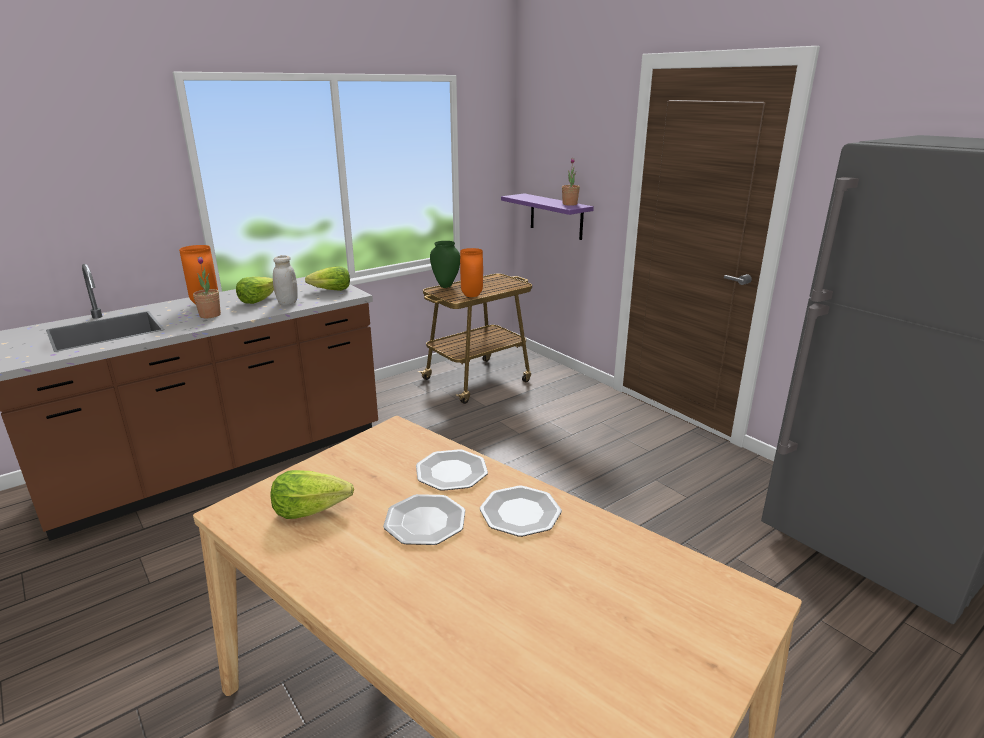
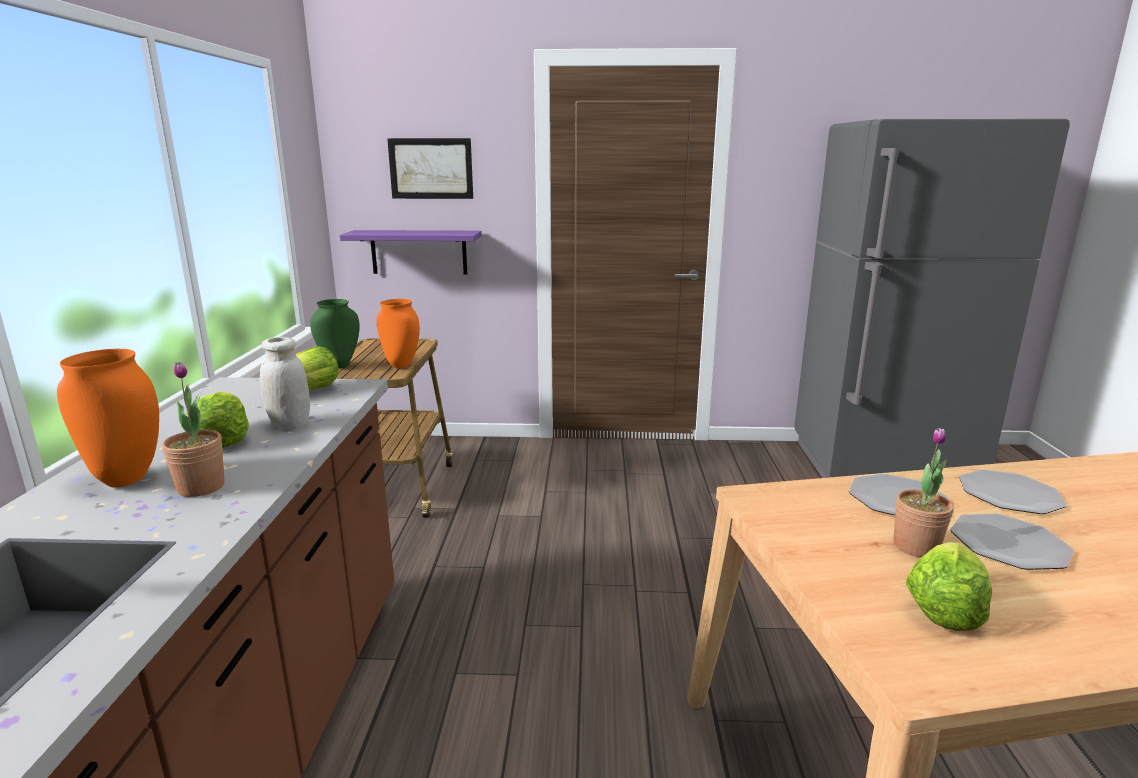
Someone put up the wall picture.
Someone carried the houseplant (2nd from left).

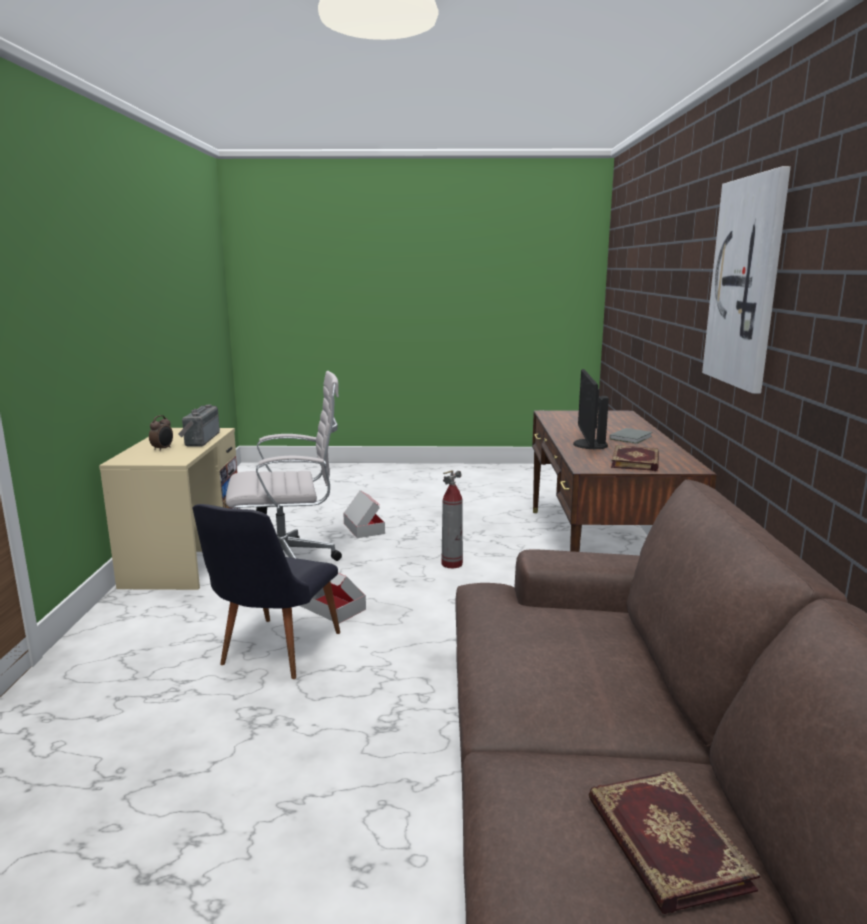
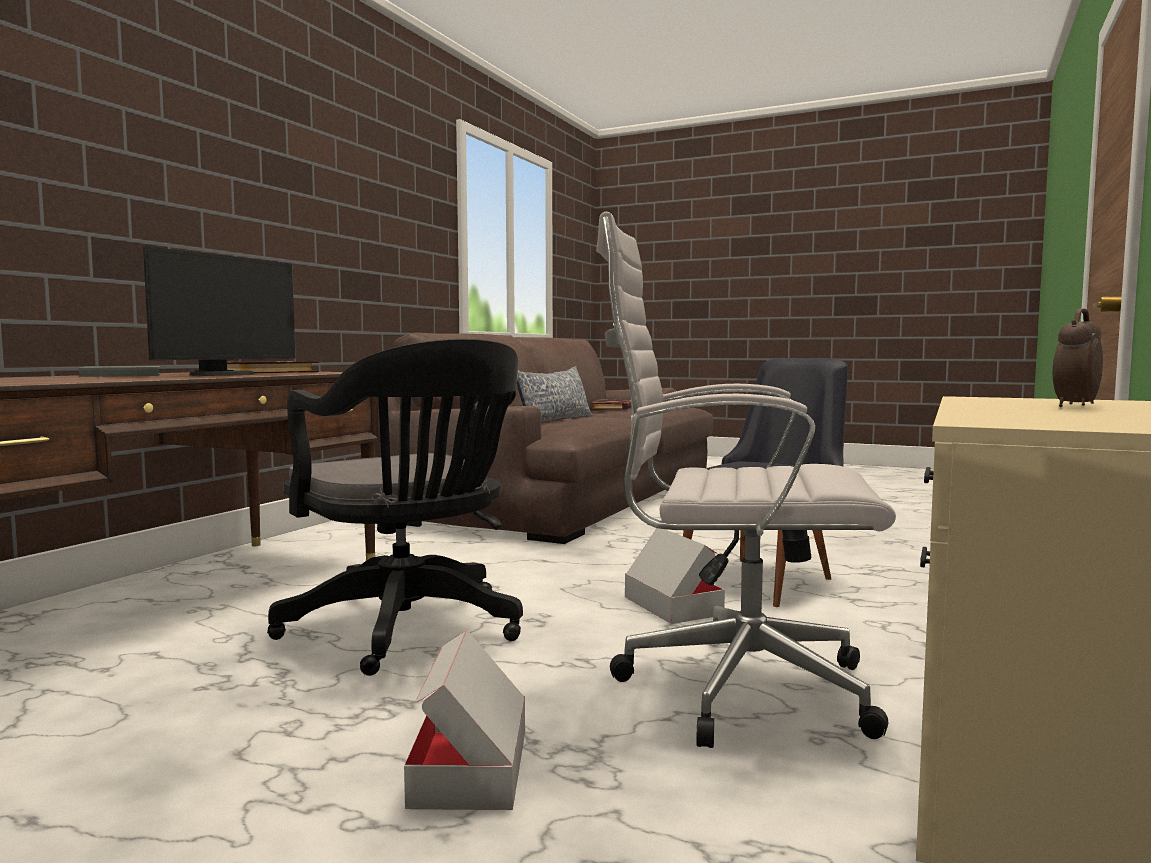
Someone swapped the fire-fighting cylinder for the black desk chair.
Someone put down the pillow.
Someone took away the radio.
Someone took away the wall picture.

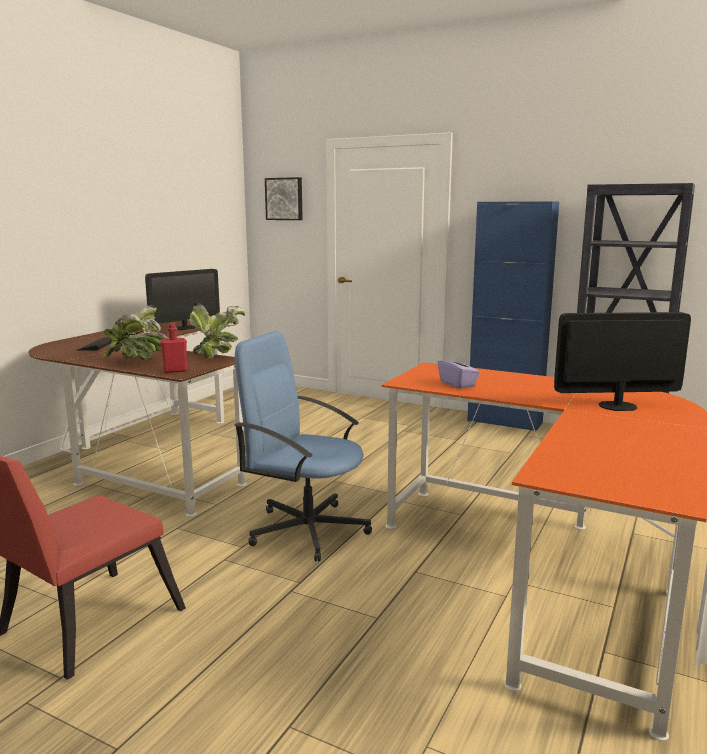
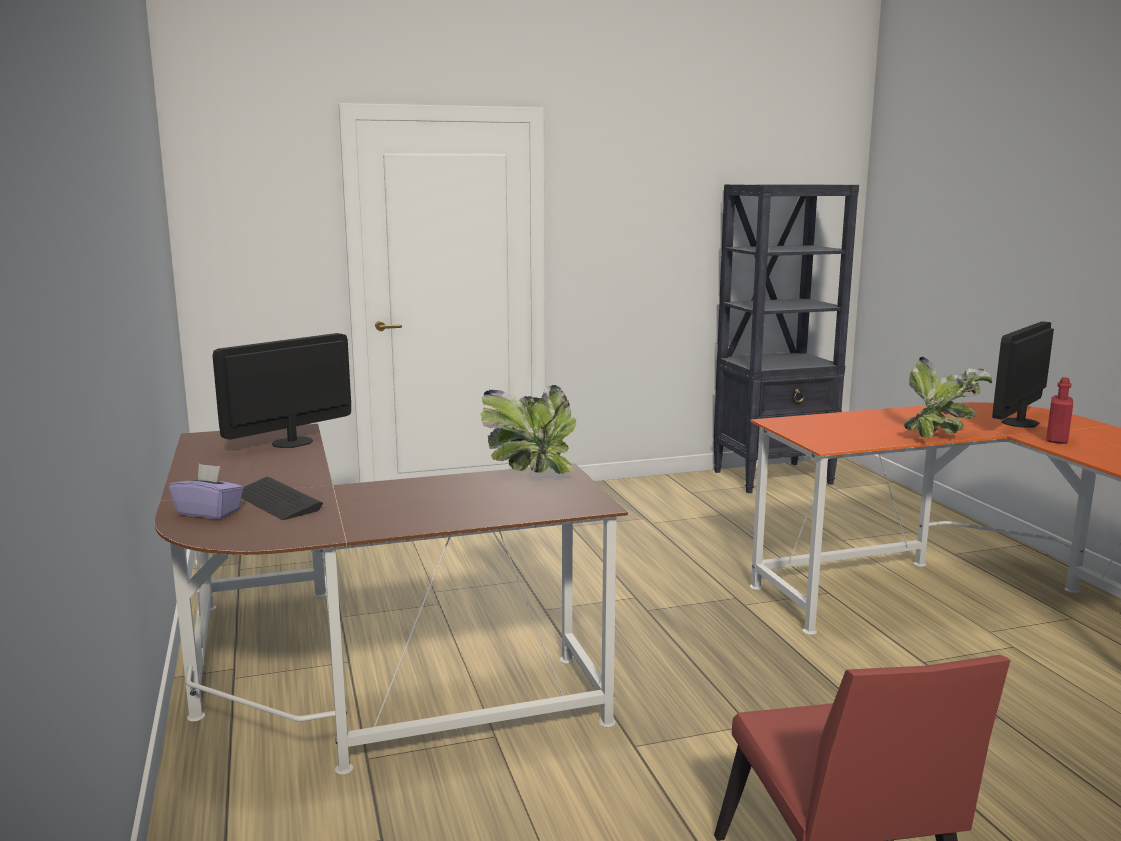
Someone carried the purplish box of tissues.
Someone rotated the computer screen (1st from left) by 135 degrees counterclockwise.
Someone carried the houseplant (1st from left in the first image).
Someone carried the red drink bottle.
Someone took away the blue desk chair.
Someone took away the wall picture.
Someone took away the blue cupboard.

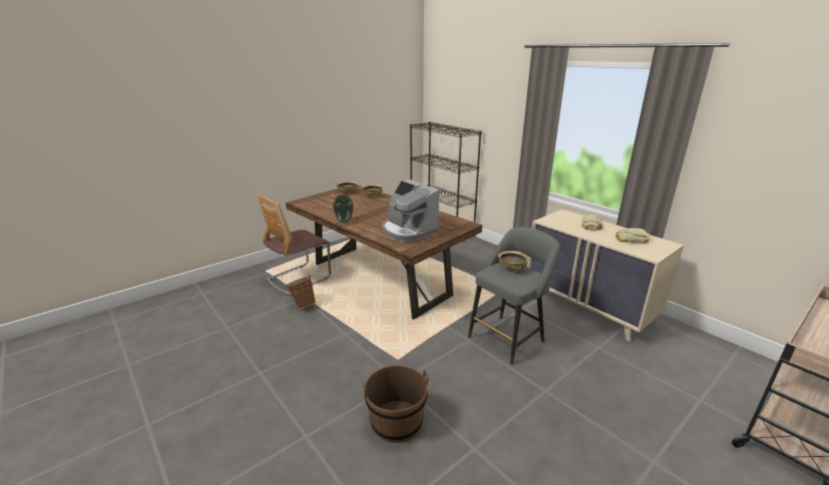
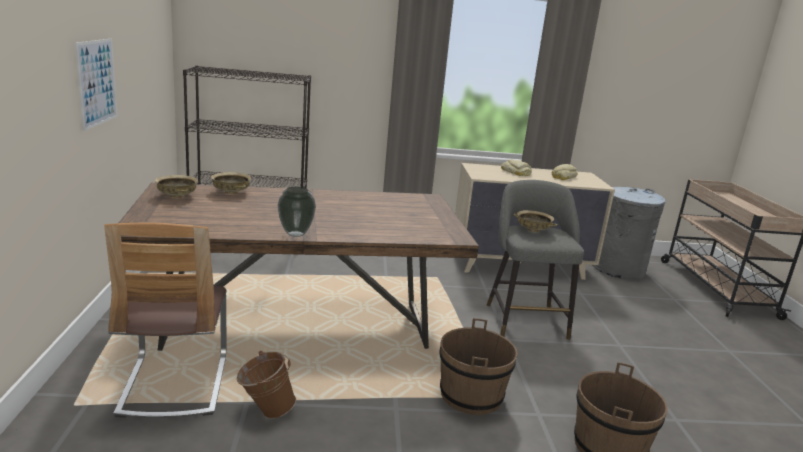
Someone put up the wall picture.
Someone put down the brownish water bucket (2nd from left).
Someone put down the grey trash can.
Someone took away the coffee maker.

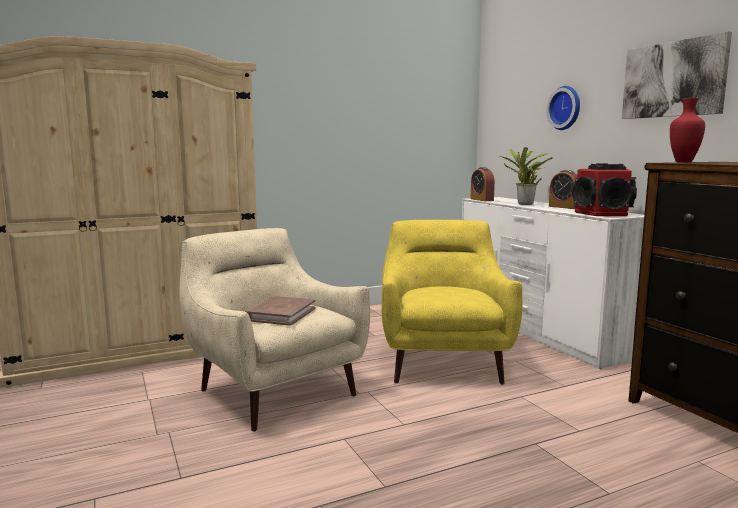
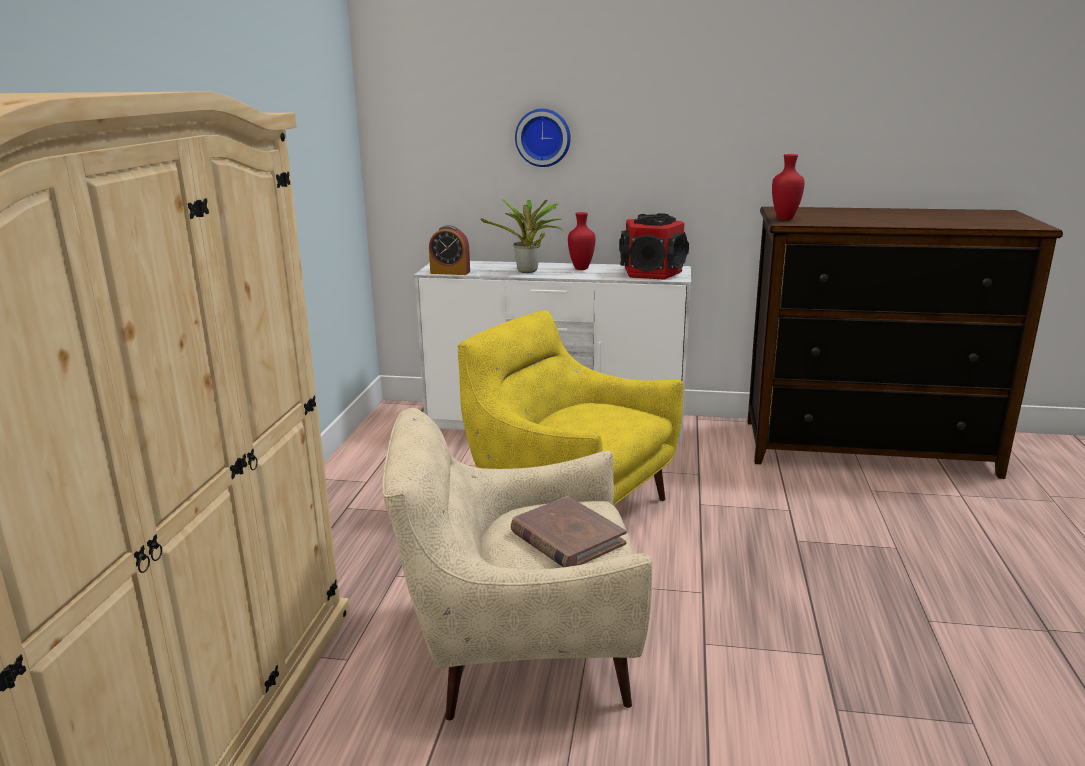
Someone swapped the bedside clock (2nd from left) for the red decorative vase (1st from left).
Someone took away the wall picture.

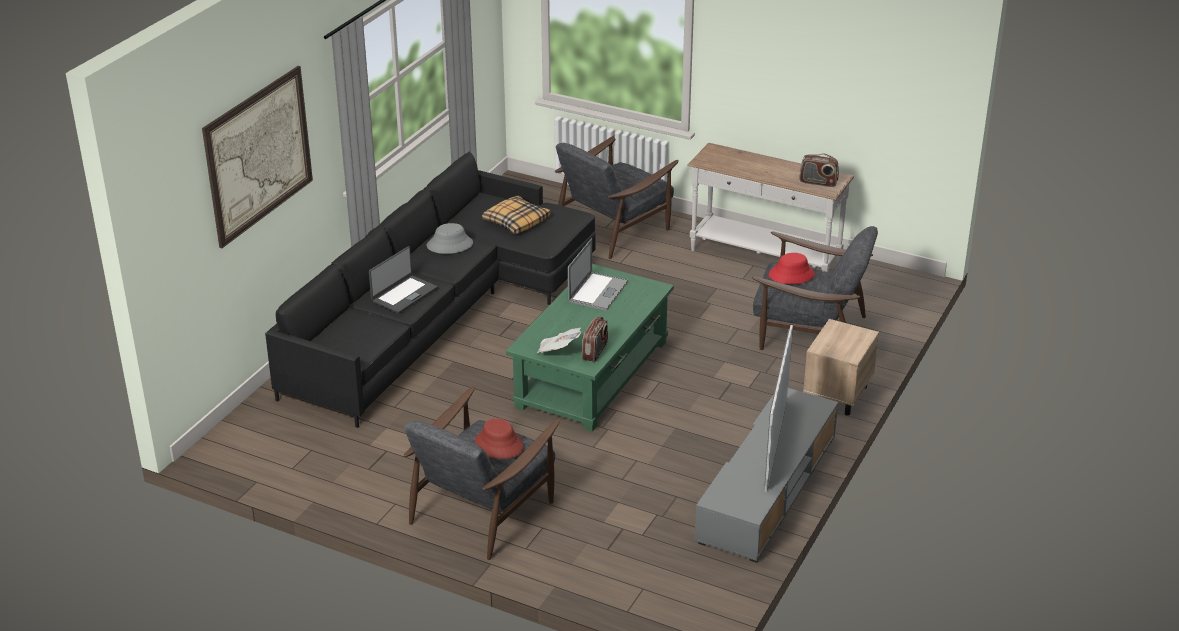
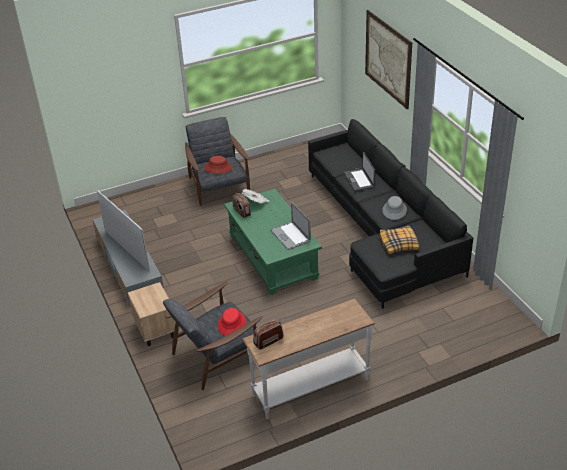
Someone took away the grey lounge chair (2nd from left).

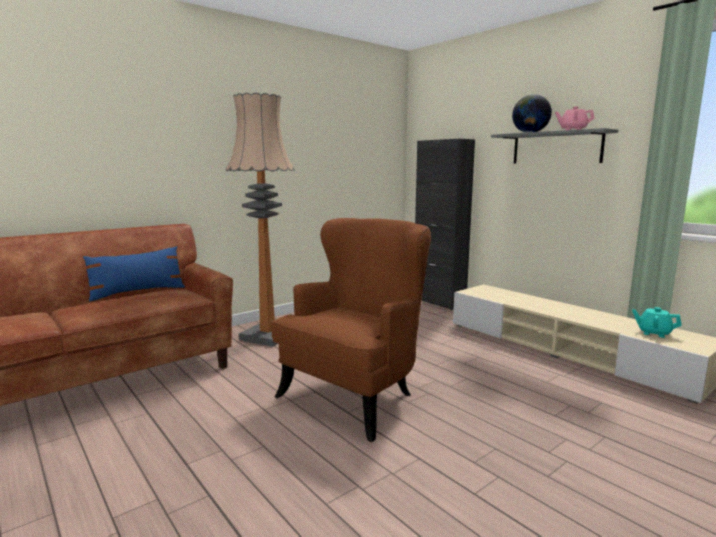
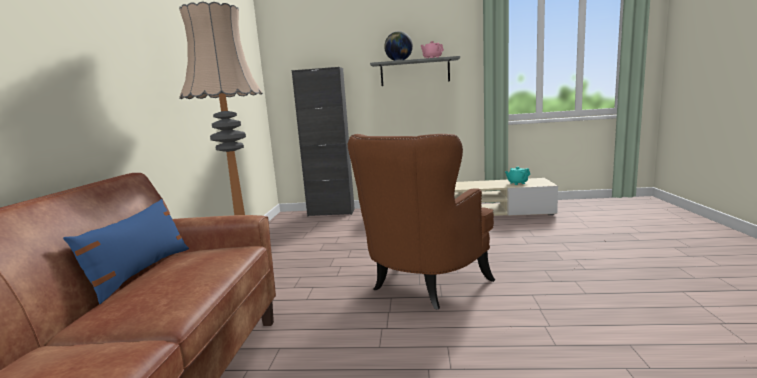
Someone rotated the brownish lounge chair by 135 degrees counterclockwise.

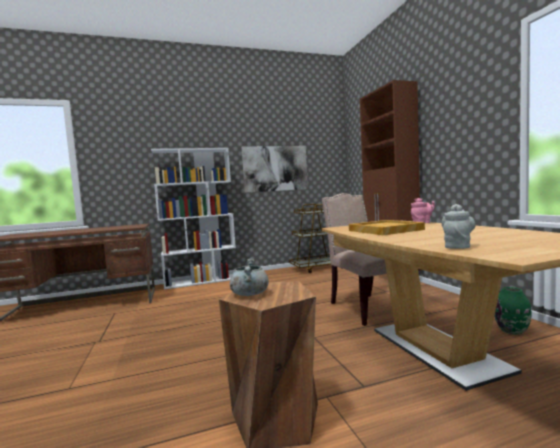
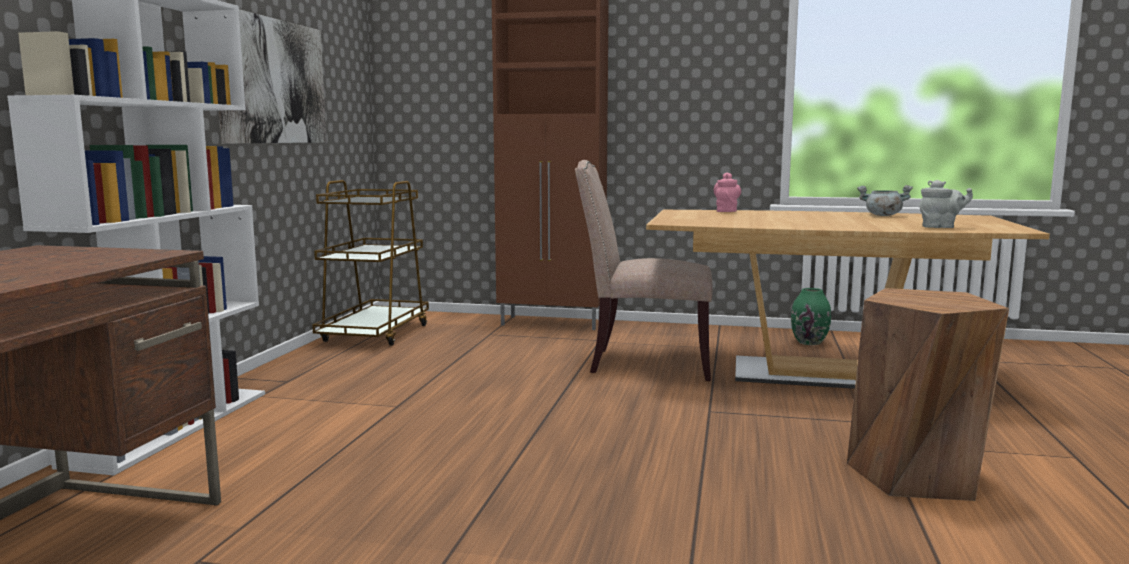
Someone carried the grey cooking pot.
Someone rotated the grey tea pot by 120 degrees clockwise.
Someone took away the beige-coloured serving tray.

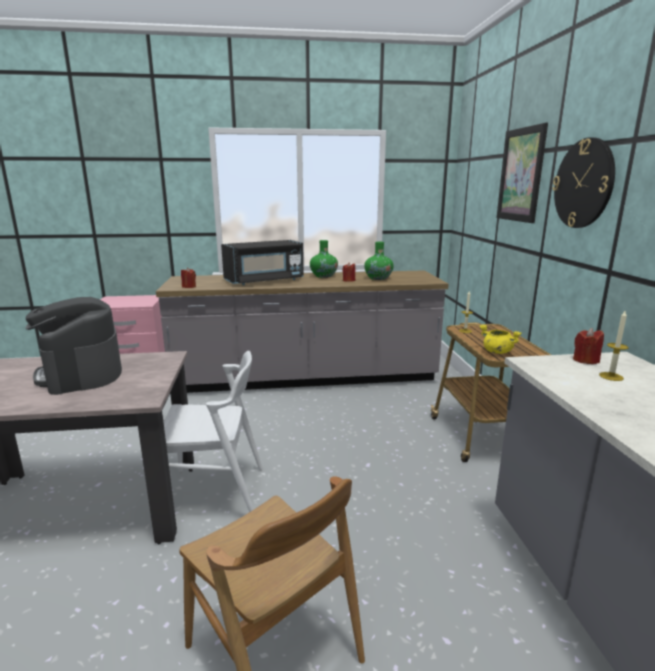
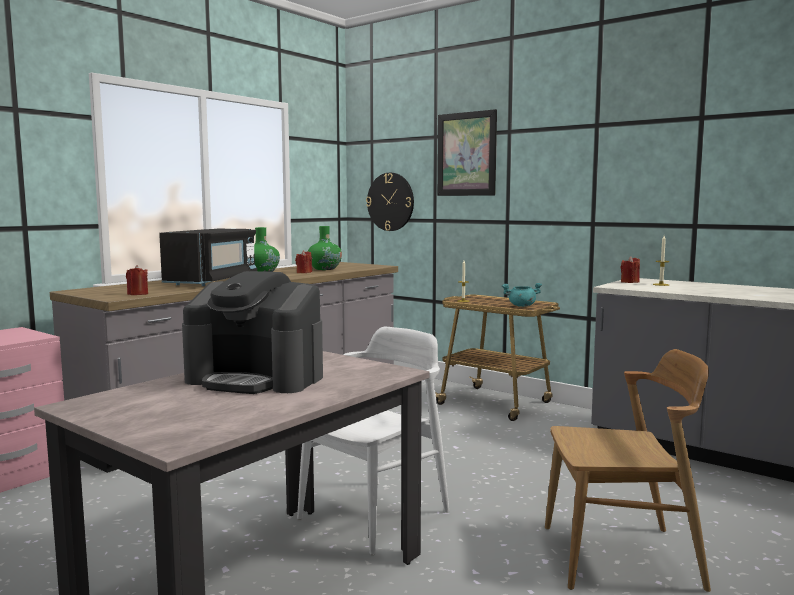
Someone carried the wall clock.
Someone repainted the yellow cooking pot, which became the turquoise-coloured cooking pot.

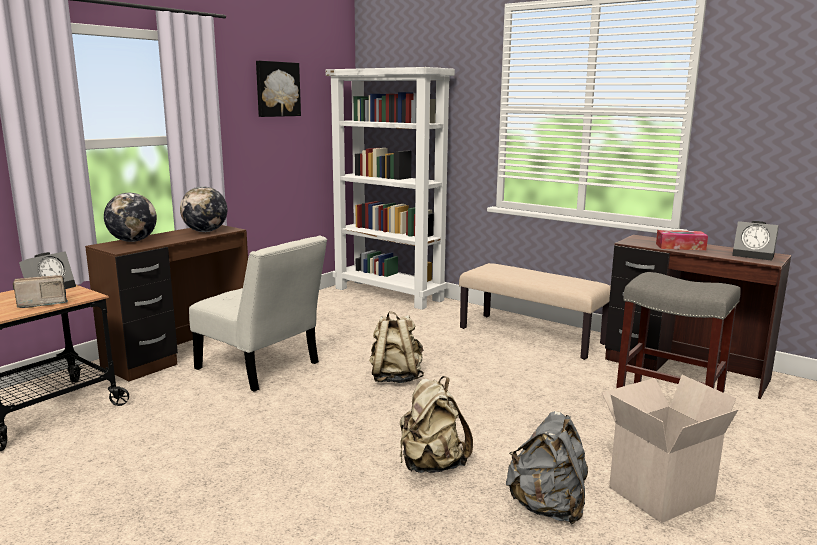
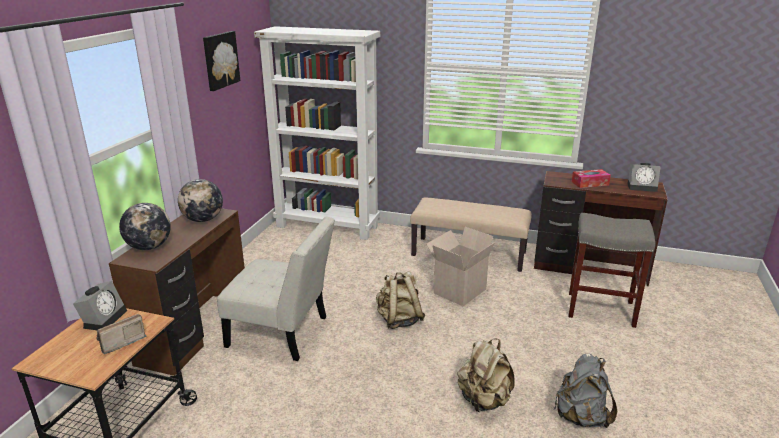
Someone carried the packing box.

